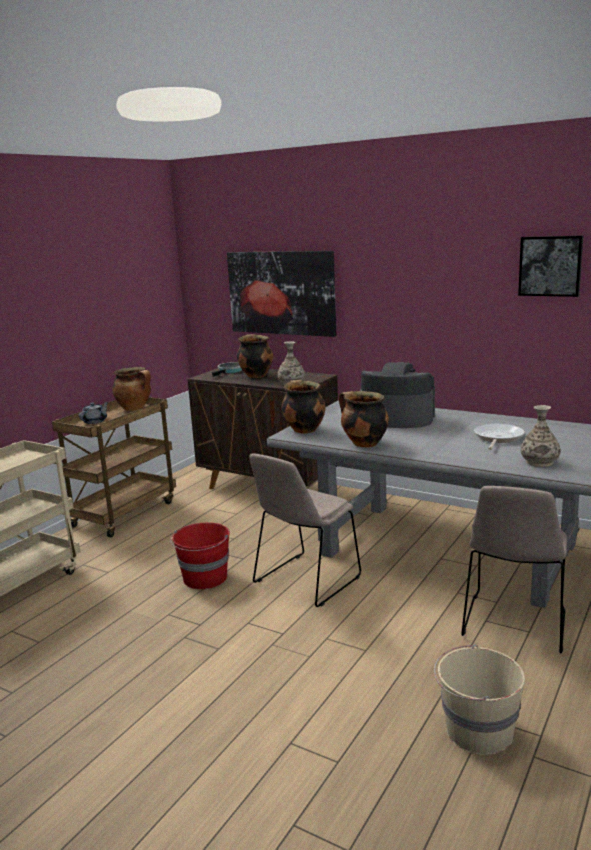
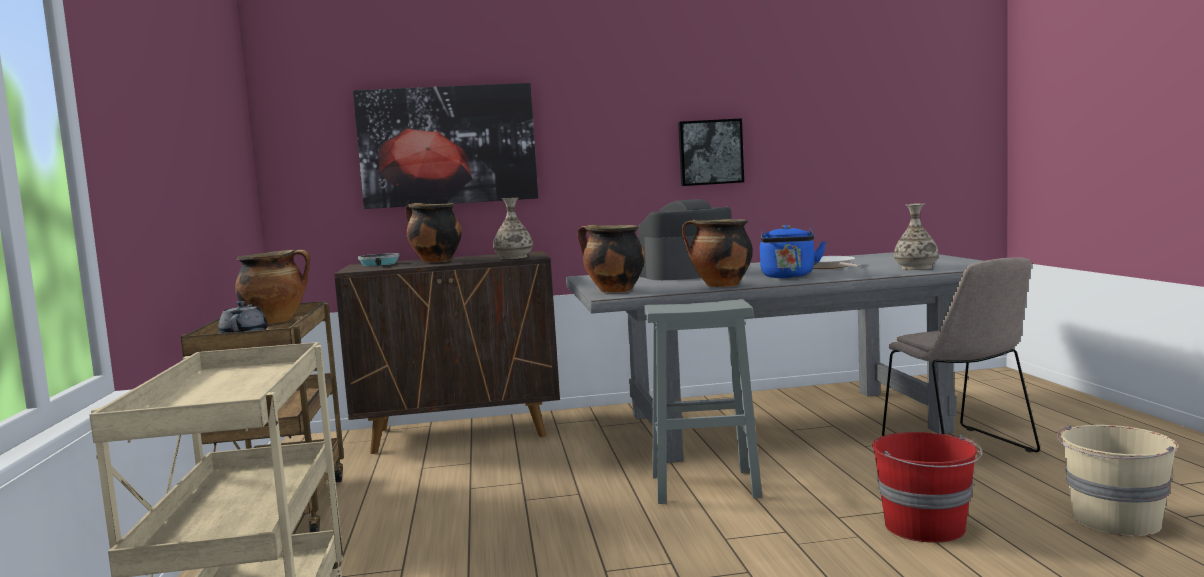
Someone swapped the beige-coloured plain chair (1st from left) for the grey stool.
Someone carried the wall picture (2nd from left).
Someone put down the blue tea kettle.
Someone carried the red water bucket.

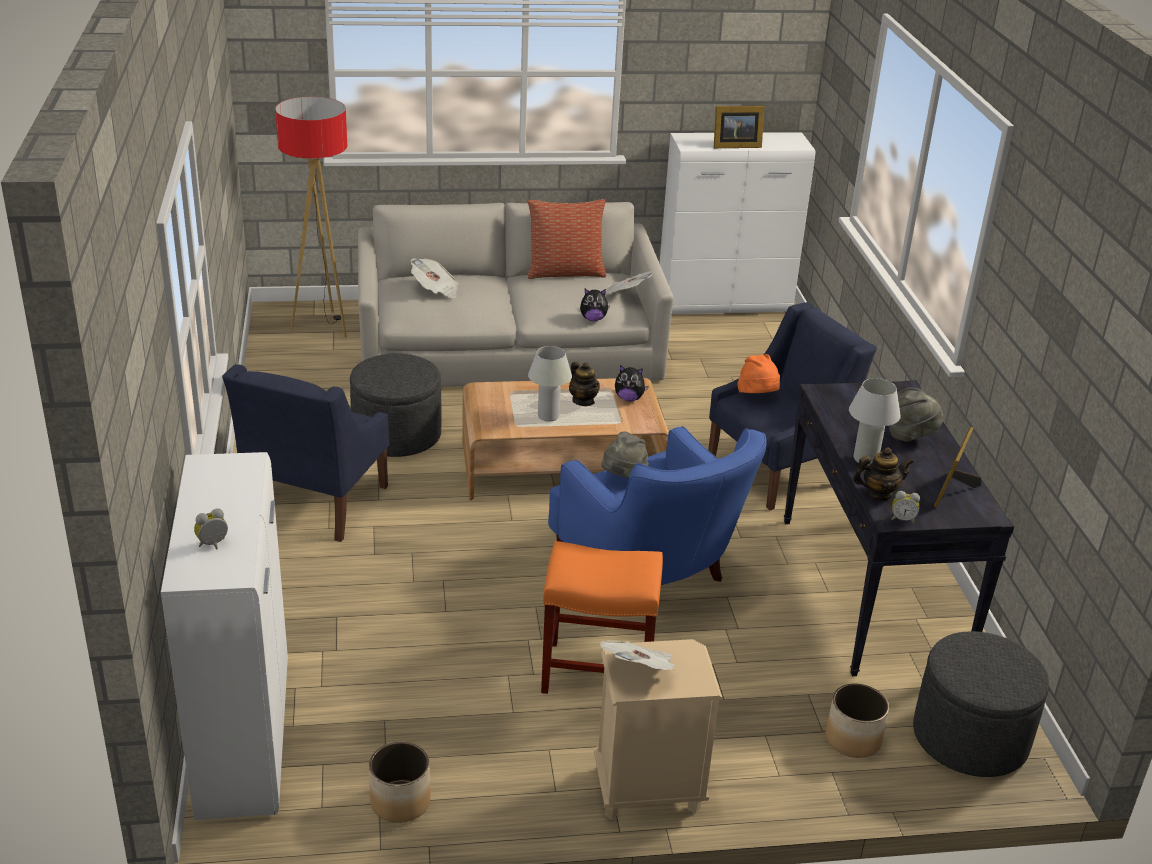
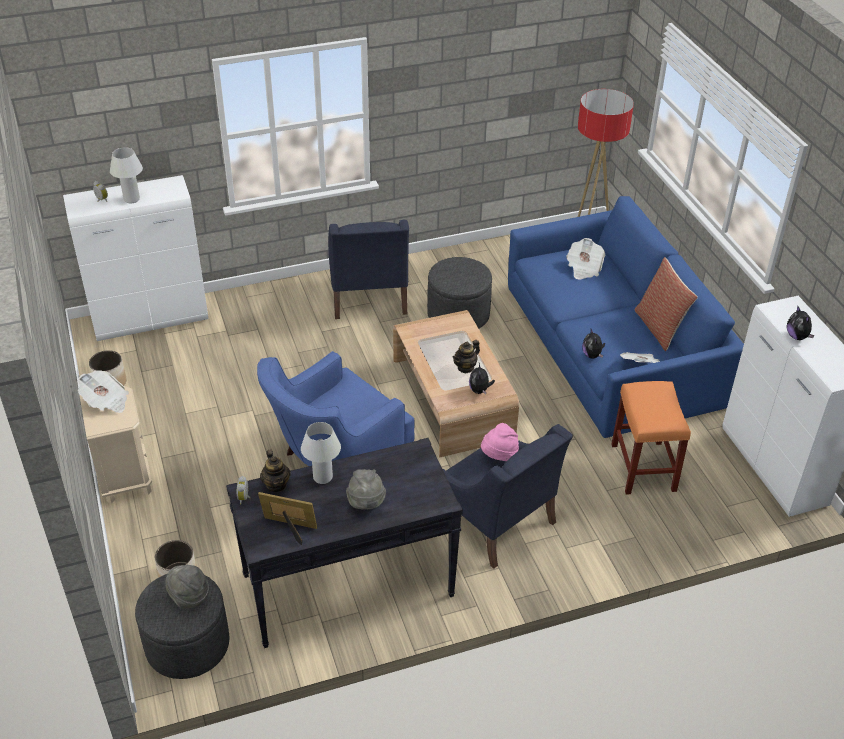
Someone carried the whitish tabletop lamp (1st from left).
Someone carried the grey clothing hat (1st from left).
Someone rotated the blue lounge chair (1st from left in the first image) by 105 degrees counterclockwise.
Someone repainted the orangey clothing hat, which became the pinkish clothing hat.
Someone repainted the grey couch, which became the blue couch.
Someone carried the orangey stool.
Someone swapped the photo frame (1st from left) for the soft toy (3rd from left).

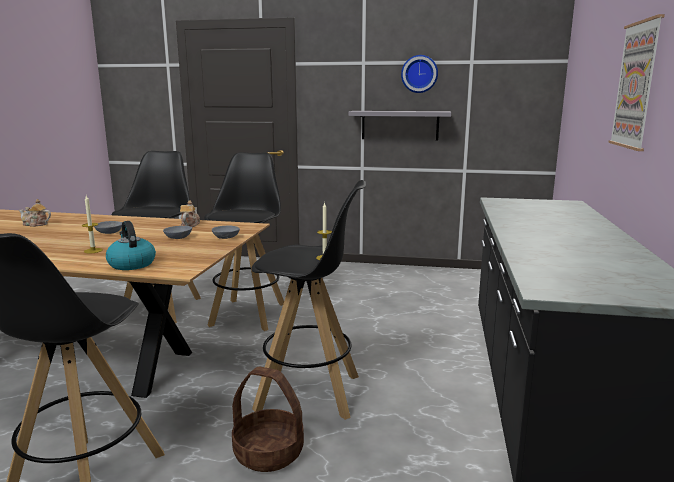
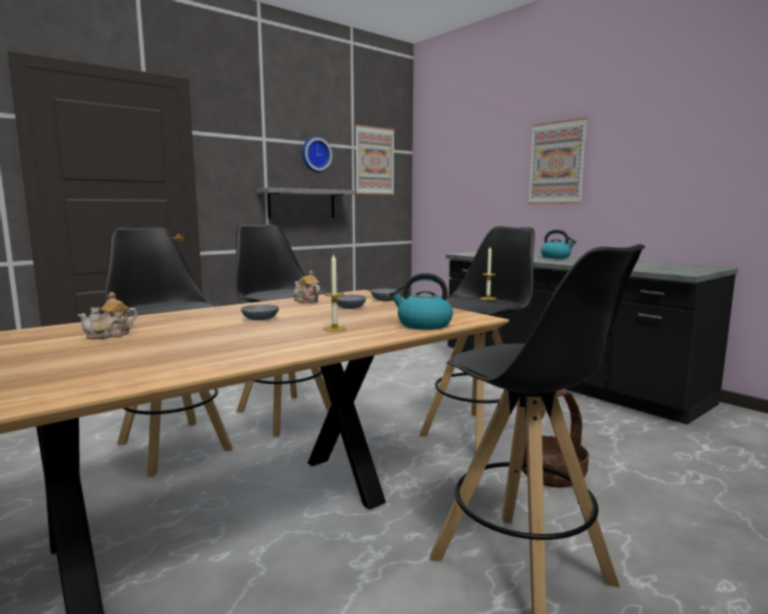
Someone put up the wall picture (1st from left).
Someone put down the tea kettle (2nd from left).

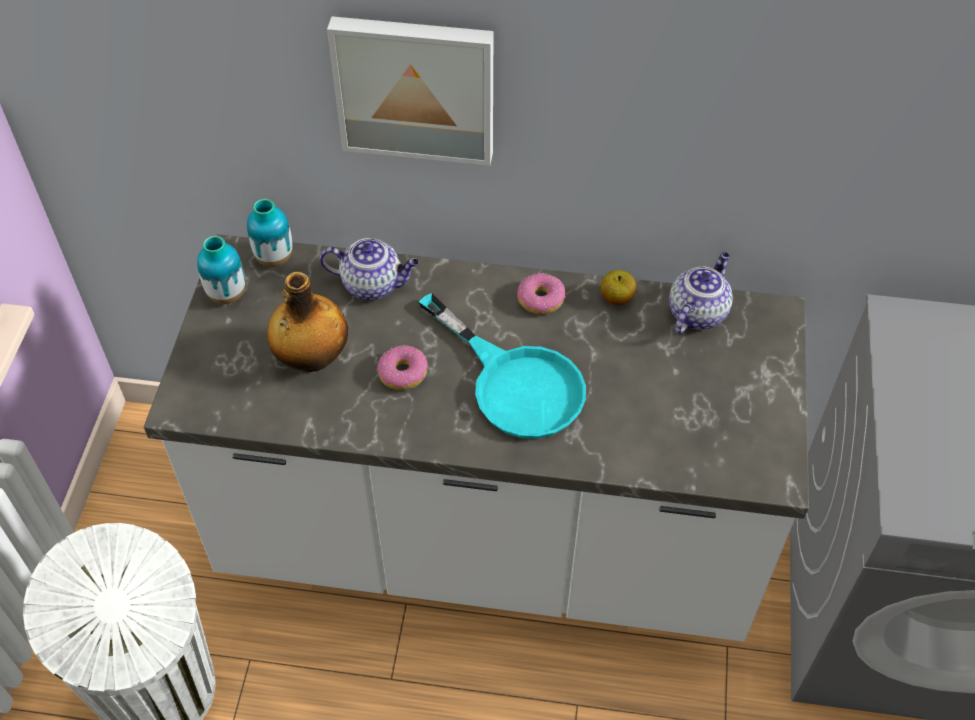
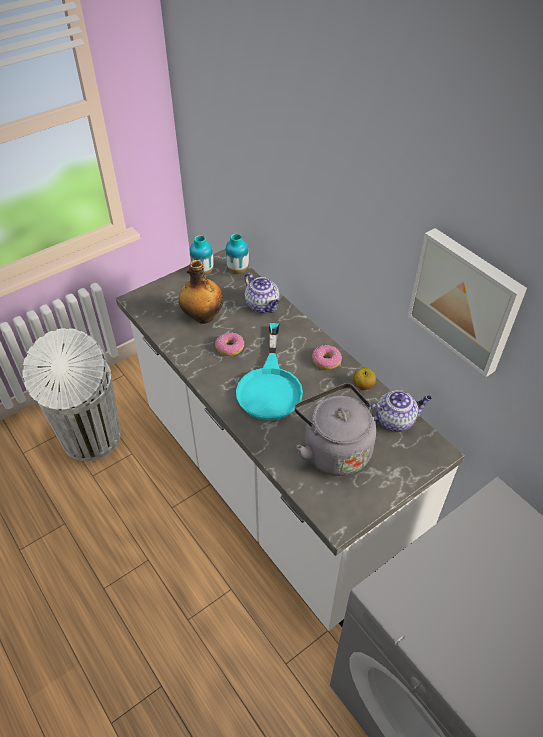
Someone put down the grey tea kettle.
Someone carried the wall picture.

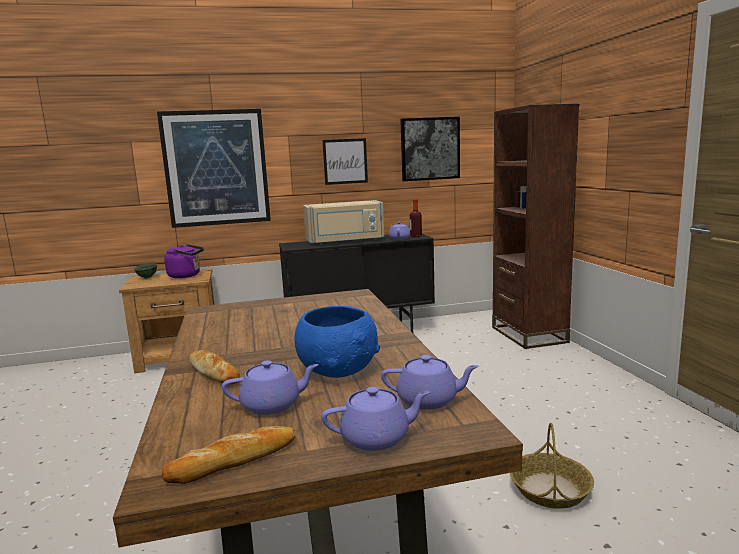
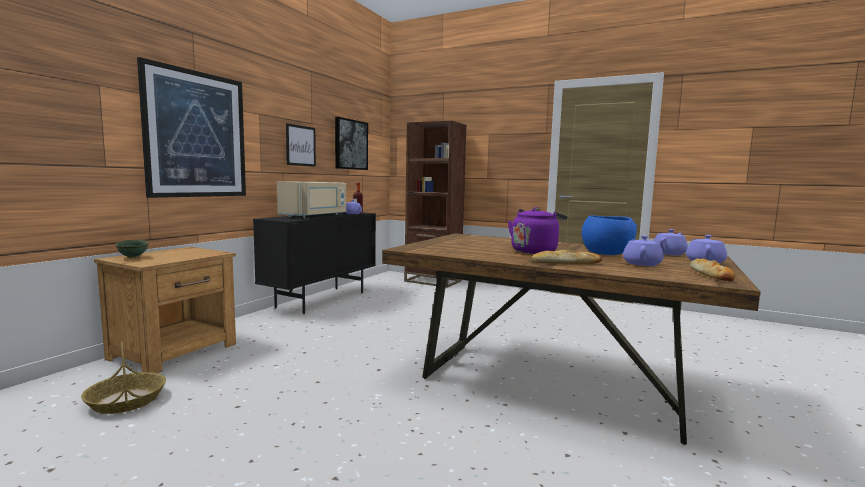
Someone carried the storage basket.
Someone carried the purplish tea kettle.

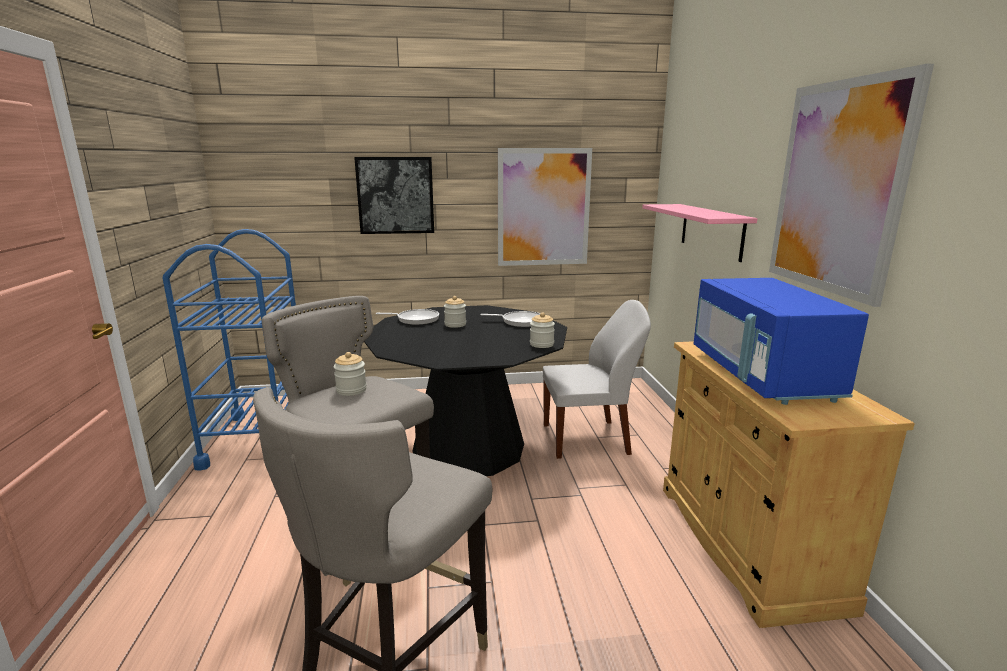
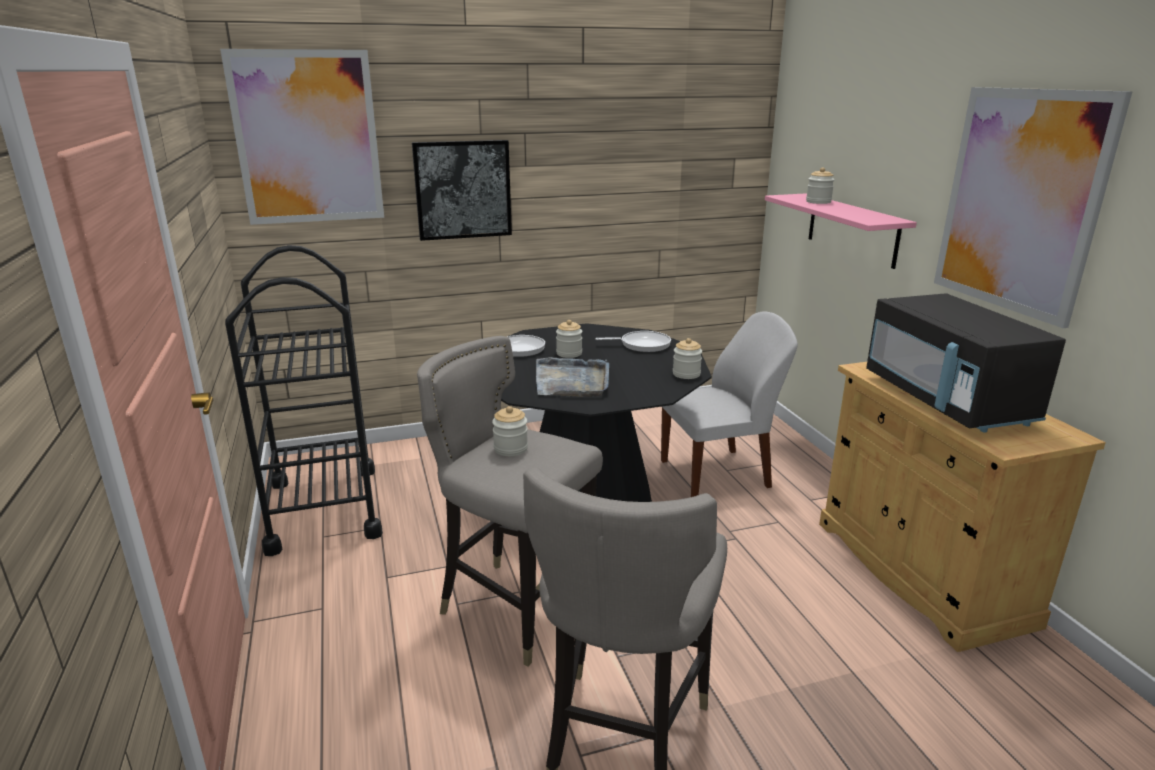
Someone carried the wall picture (2nd from left in the first image).
Someone repainted the blue wheeled cart, which became the black wheeled cart.
Someone put down the grey serving tray.
Someone put down the preserve jar (4th from left).
Someone repainted the blue microwave, which became the black microwave.

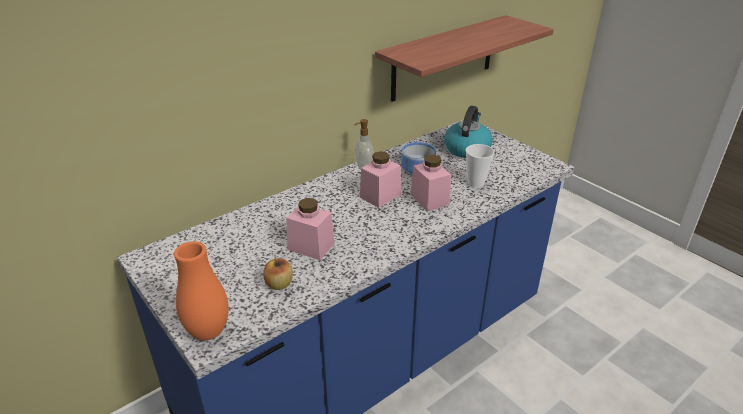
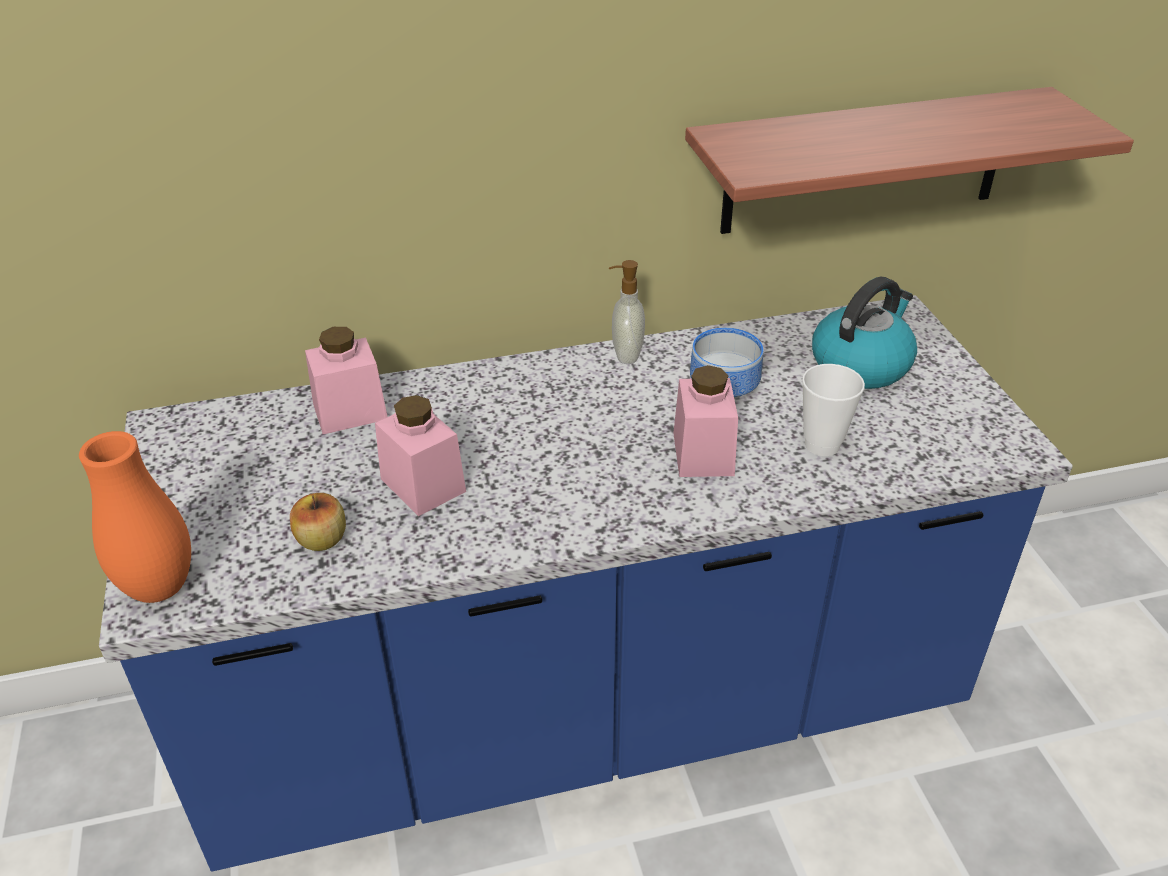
Someone carried the pinkish preserve jar (2nd from left in the first image).

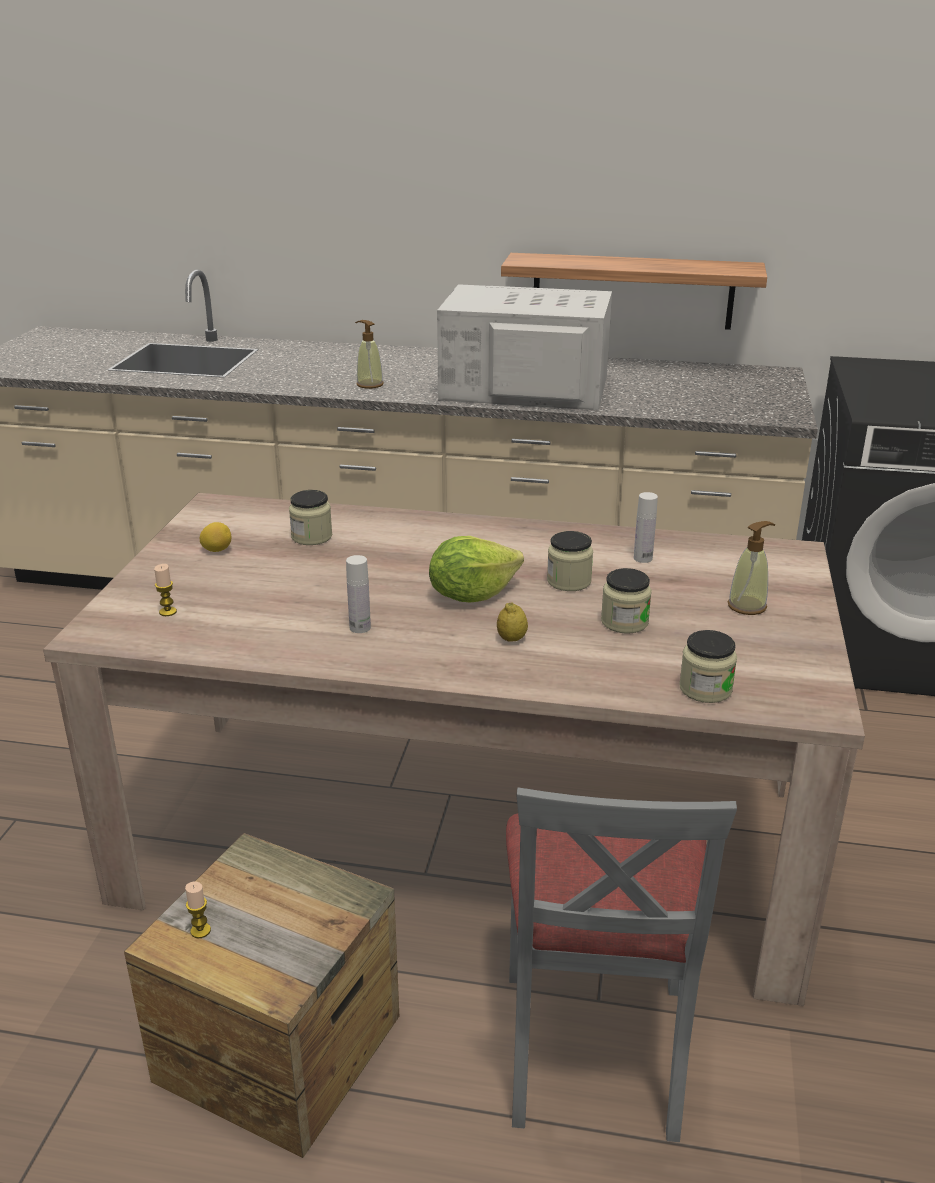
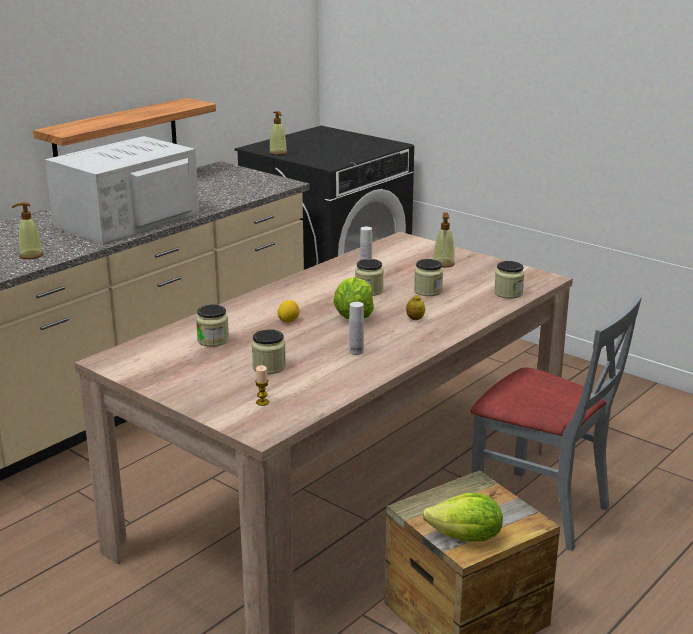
Someone put down the preserve jar (2nd from left).
Someone put down the soap bottle (2nd from left).
Someone carried the citrus fruit (1st from left).
Someone swapped the candle (2nd from left) for the lettuce (2nd from left).

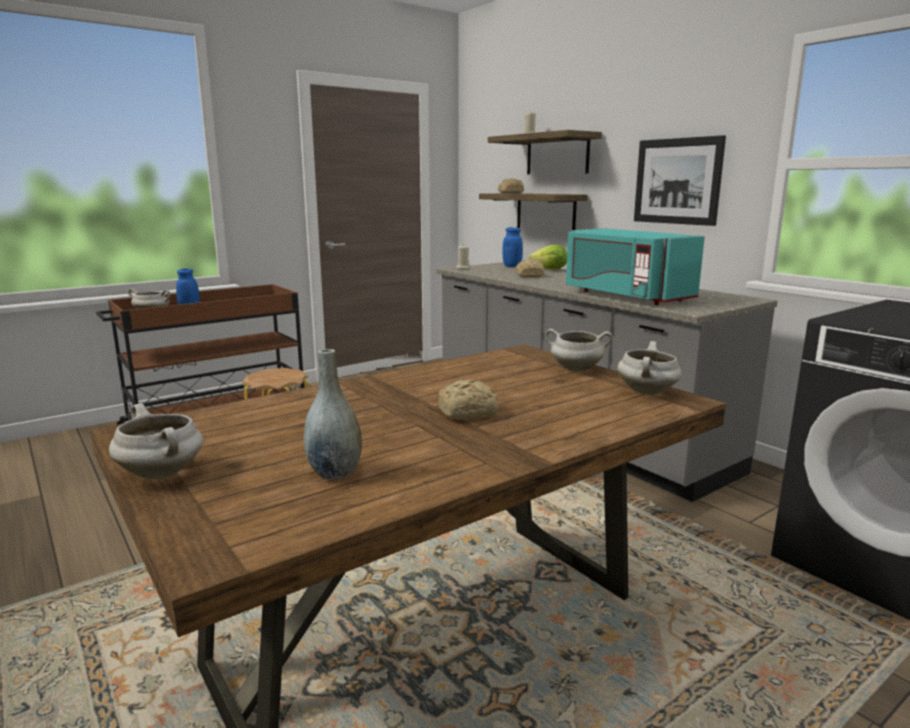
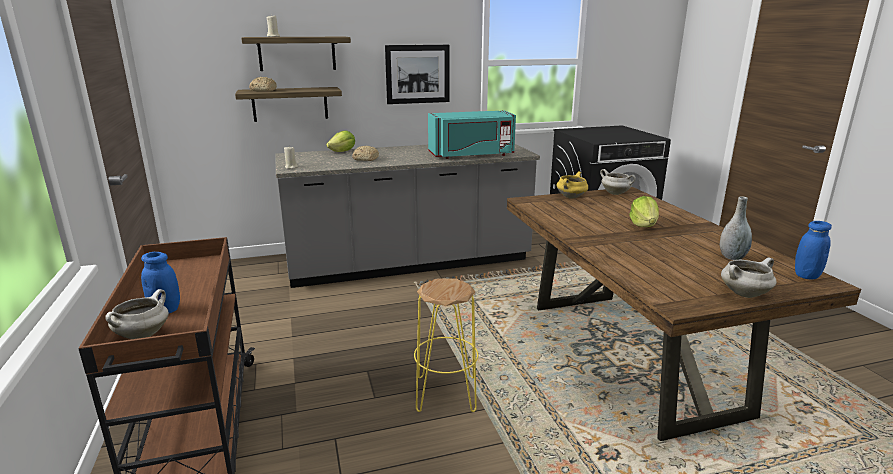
Someone repainted the whitish cooking pot (3rd from left), which became the yellow cooking pot.
Someone swapped the bakery bread (1st from left) for the lettuce (2nd from left).
Someone carried the blue preserve jar (2nd from left).

